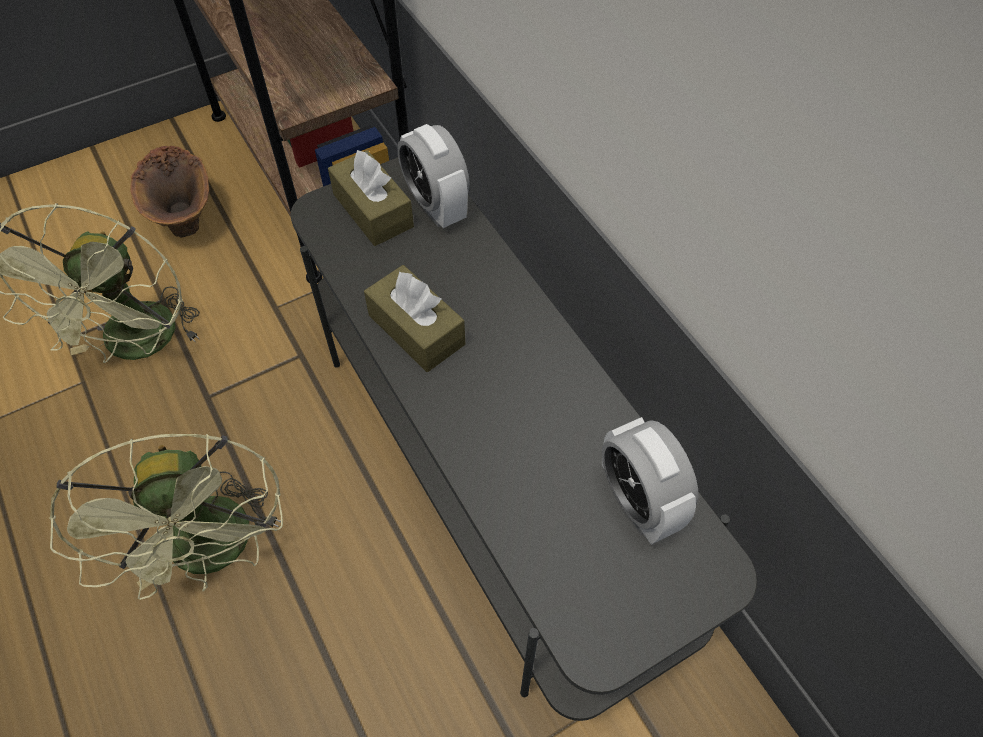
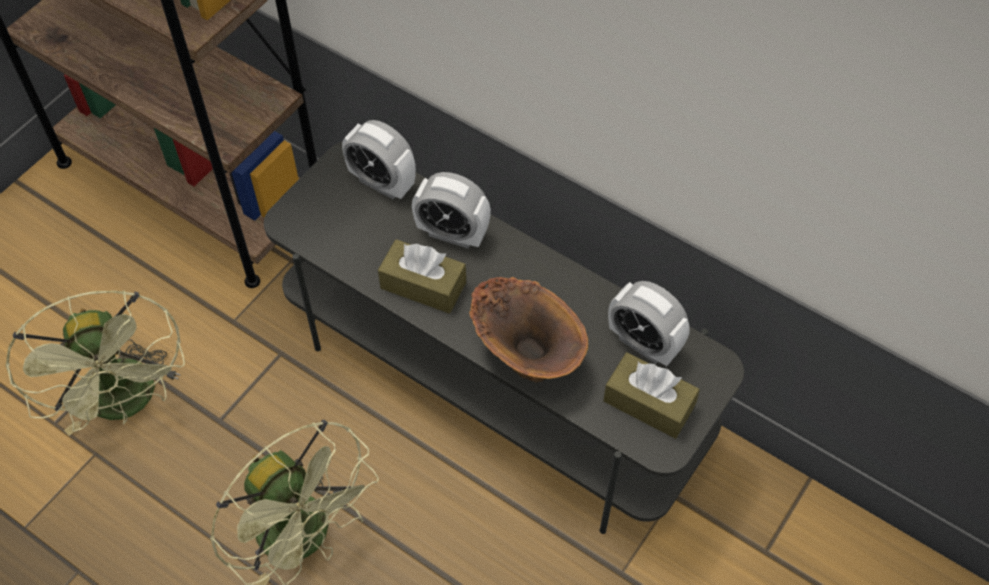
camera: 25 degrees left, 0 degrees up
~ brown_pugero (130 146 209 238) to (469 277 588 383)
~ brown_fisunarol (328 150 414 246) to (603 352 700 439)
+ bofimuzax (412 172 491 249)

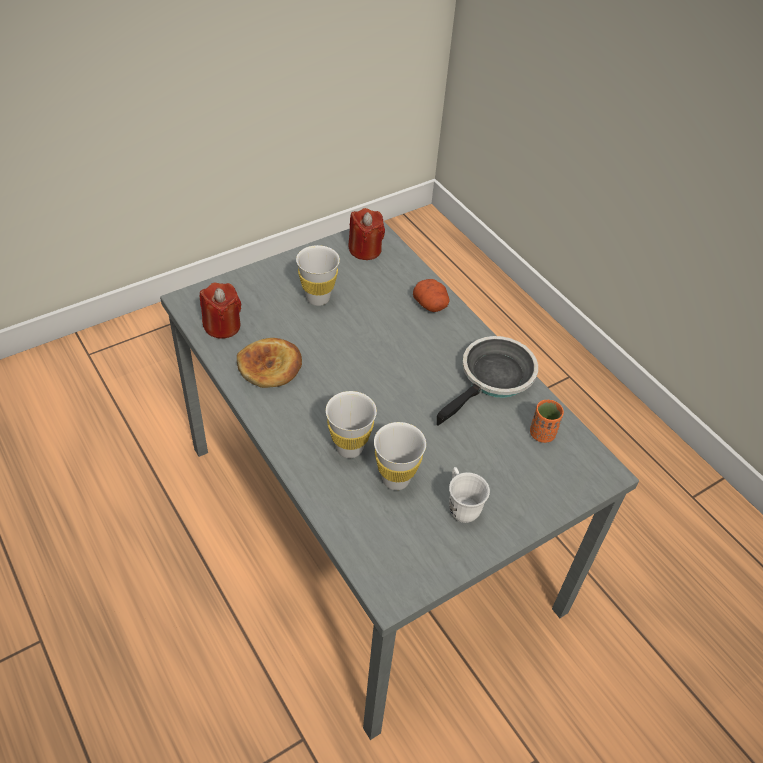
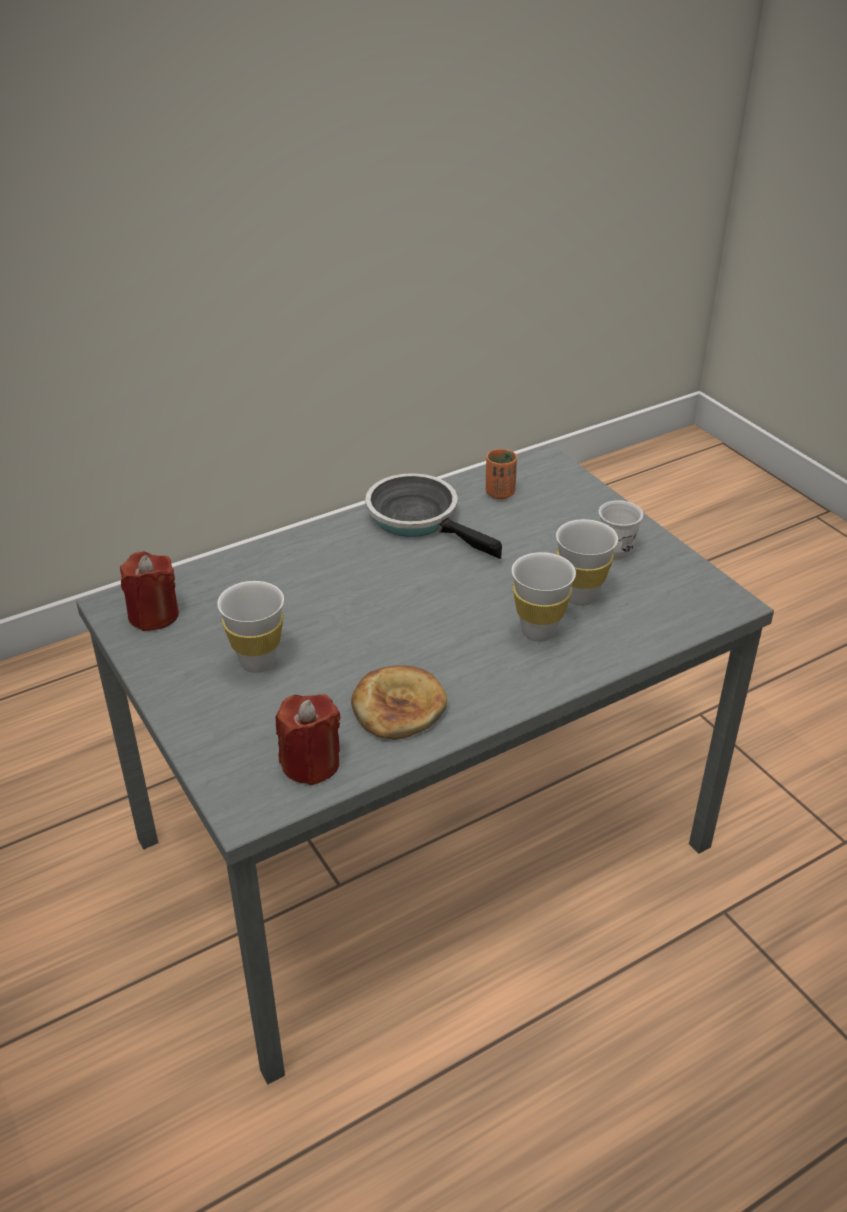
camera: 85 degrees left, 10 degrees down
- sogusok (413 279 450 312)

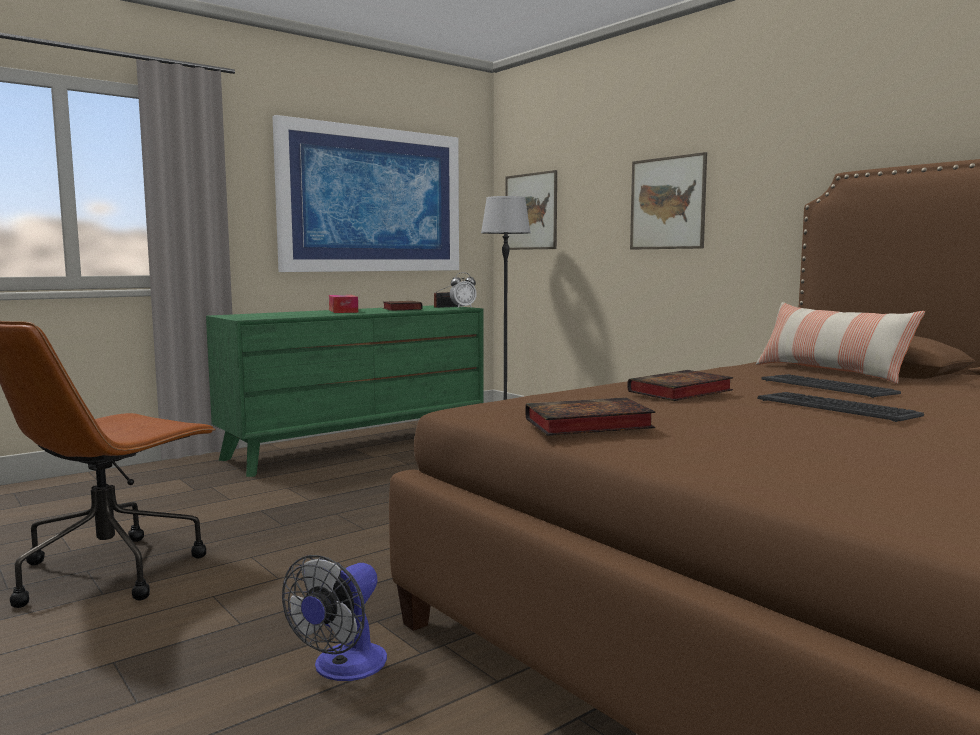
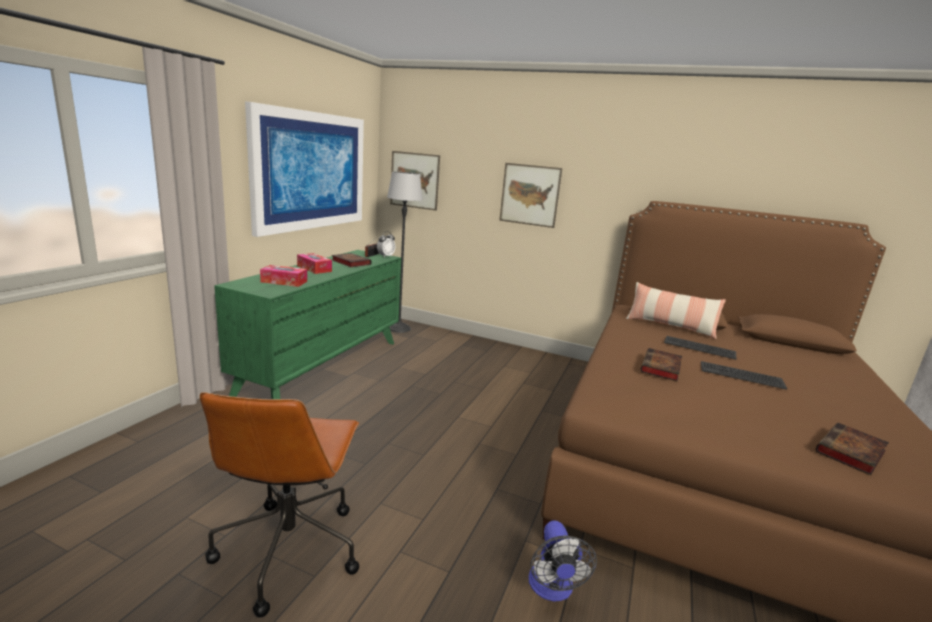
camera: 30 degrees left, 10 degrees up
~ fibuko (525 397 655 436) to (816 422 889 476)
+ fisunarol (260 265 307 287)

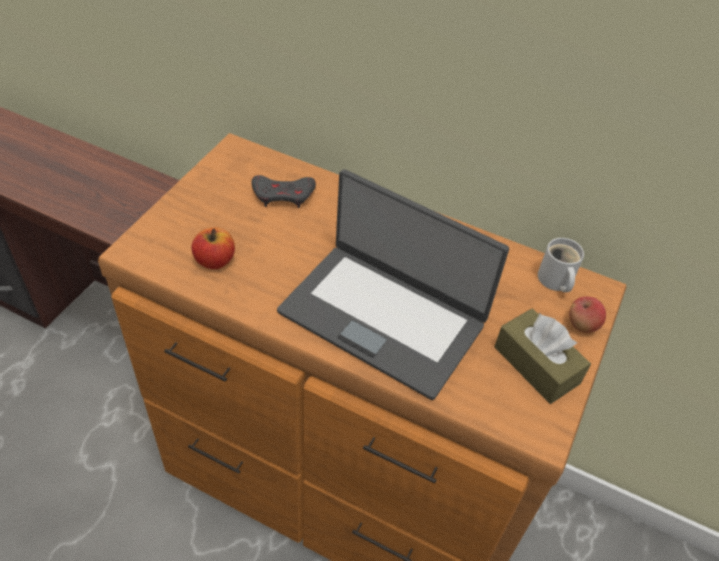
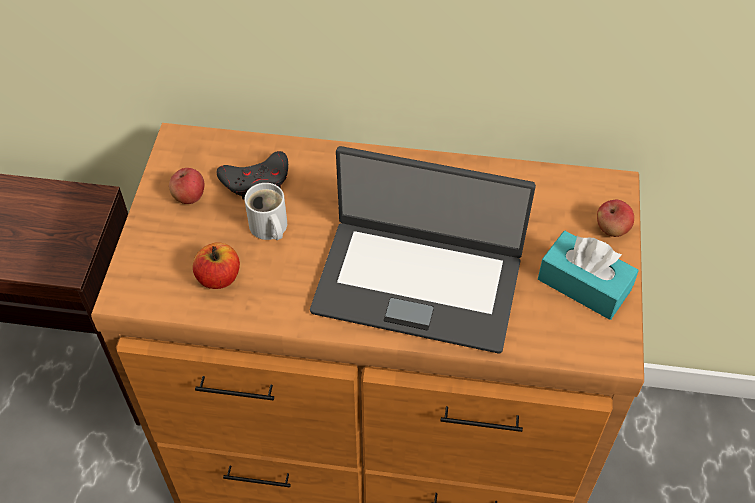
camera: 15 degrees left, 5 degrees up
~ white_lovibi (538 238 584 292) to (245 183 287 240)
~ brown_fisunarol (495 308 591 404) to turquoise_fisunarol (538 231 639 320)
+ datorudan (169 168 204 204)

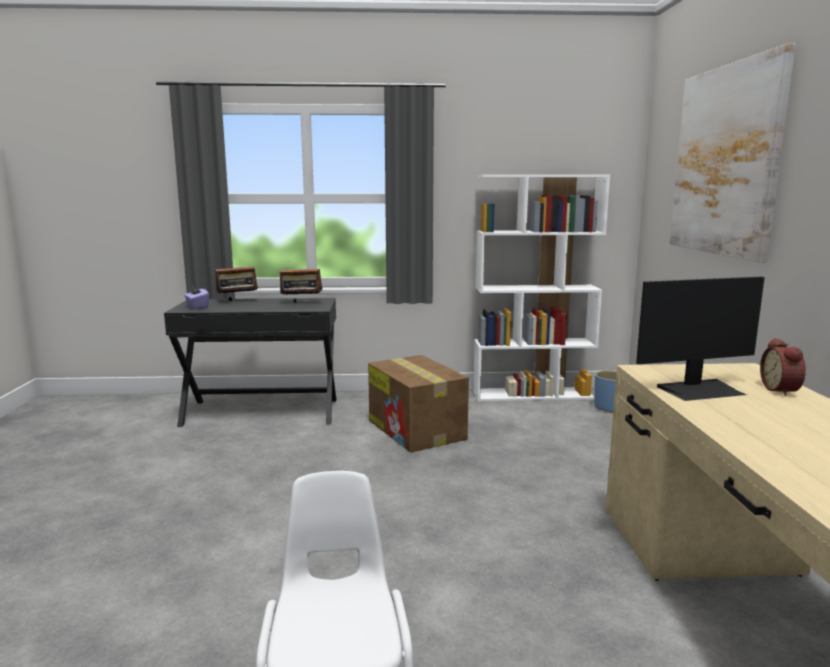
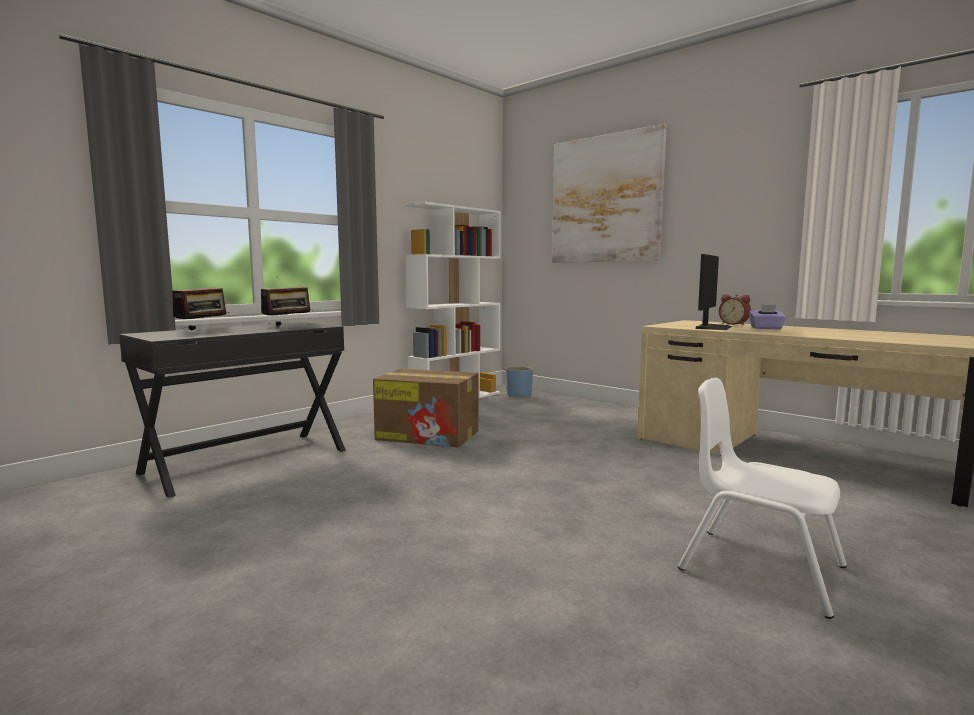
camera: 45 degrees left, 5 degrees down
~ purple_fisunarol (184 285 209 309) to (749 304 787 329)

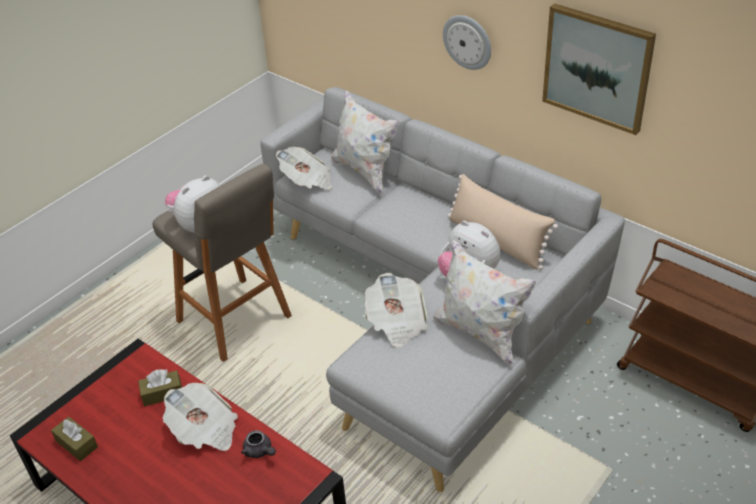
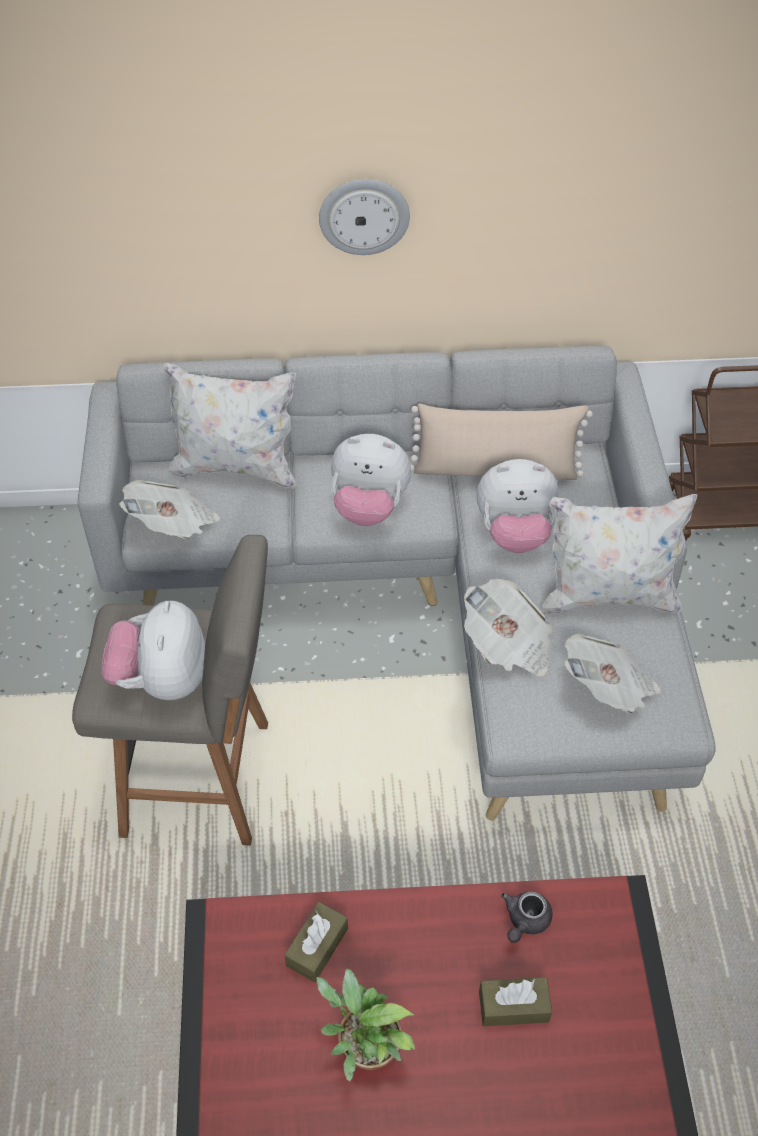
camera: 45 degrees left, 10 degrees up
- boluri (542 3 656 135)
~ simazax (163 383 238 451) to (564 634 661 713)
~ brown_fisunarol (51 417 98 461) to (479 977 552 1026)
~ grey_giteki (241 430 276 458) = (501 892 552 943) 120 degrees clockwise
+ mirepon (331 434 411 526)
+ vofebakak (317 969 415 1081)

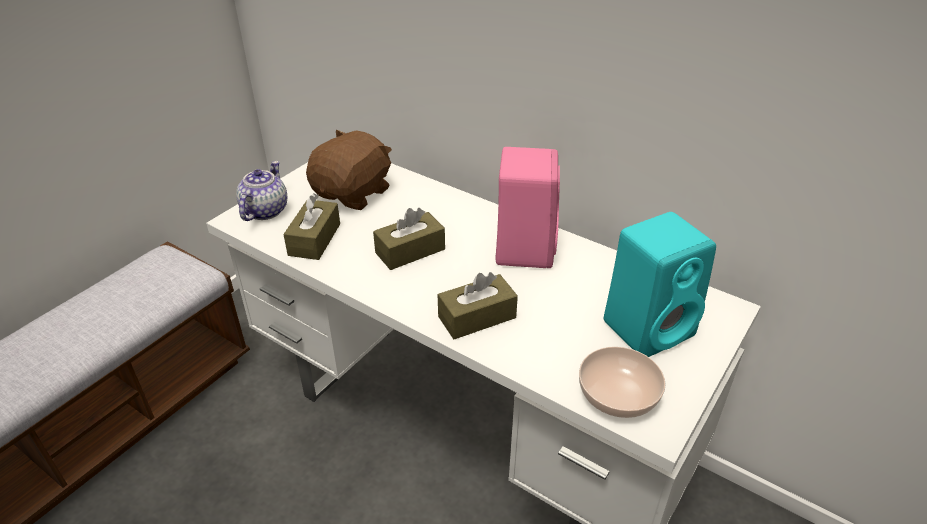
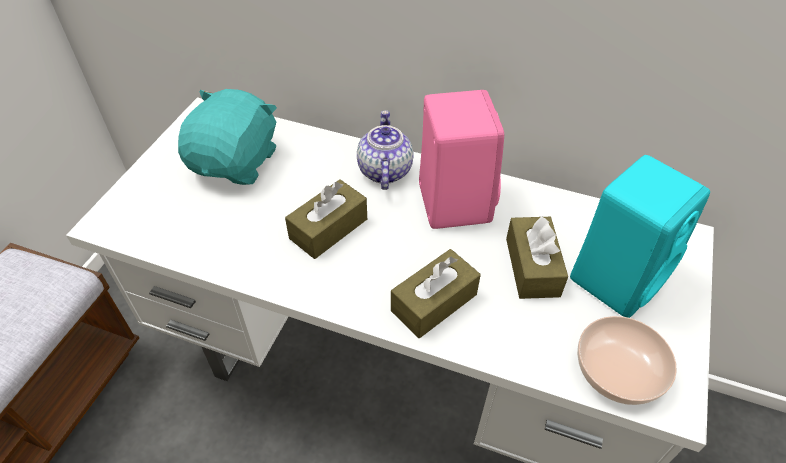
camera: 15 degrees left, 10 degrees up
~ brown_mirepon (306 129 392 210) to turquoise_mirepon (178 89 277 185)
~ giteki (236 161 287 221) to (357 110 414 190)
~ brown_fisunarol (283 193 340 260) to (506 216 568 299)

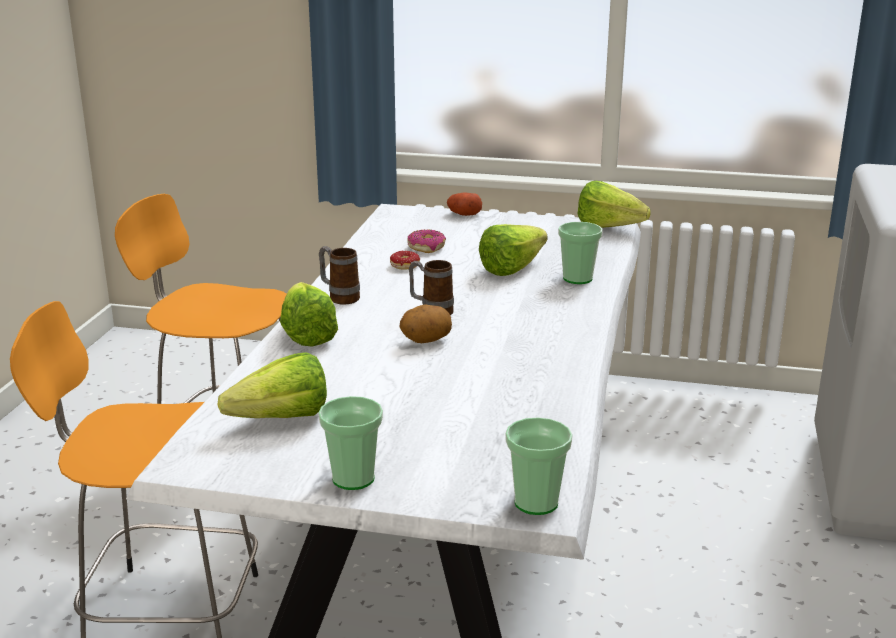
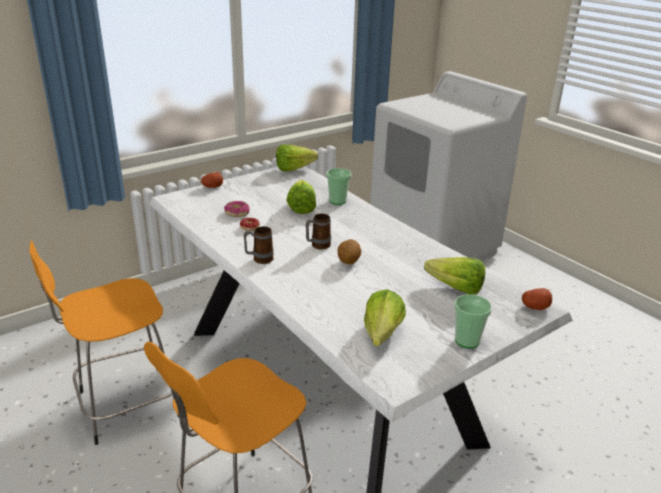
camera: 50 degrees left, 5 degrees up
~ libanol (280 282 338 347) to (424 257 485 295)
~ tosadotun (505 417 573 515) to sogusok (522 288 552 310)

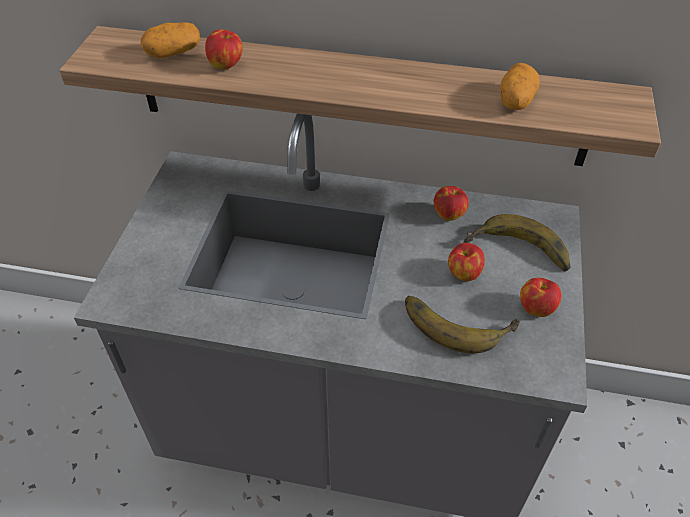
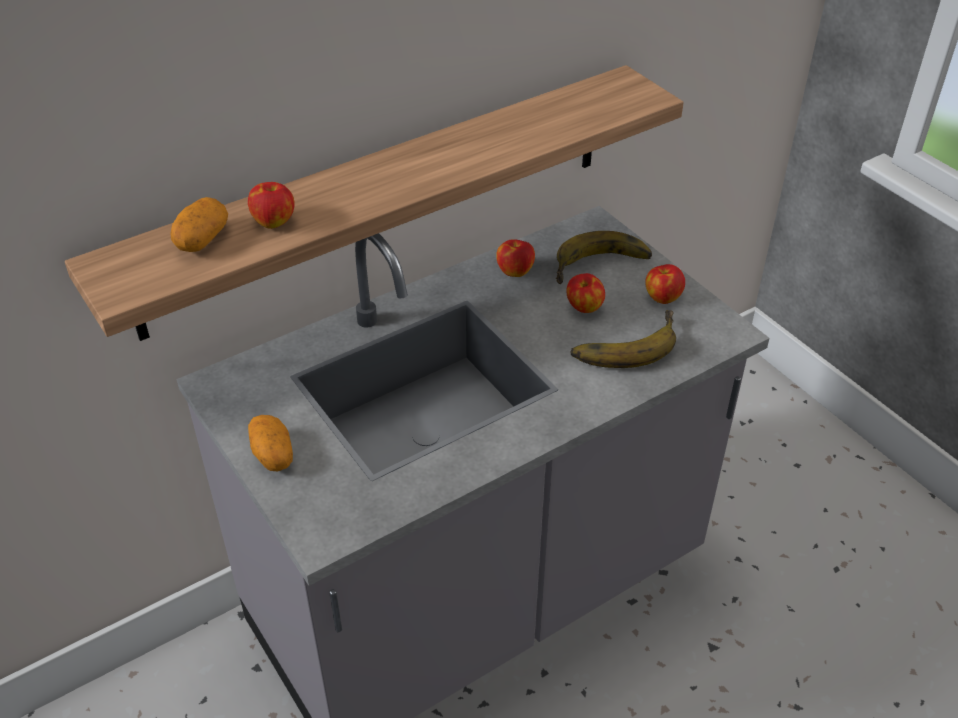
camera: 45 degrees left, 5 degrees down
~ sogusok (500 63 540 110) to (248 415 293 471)

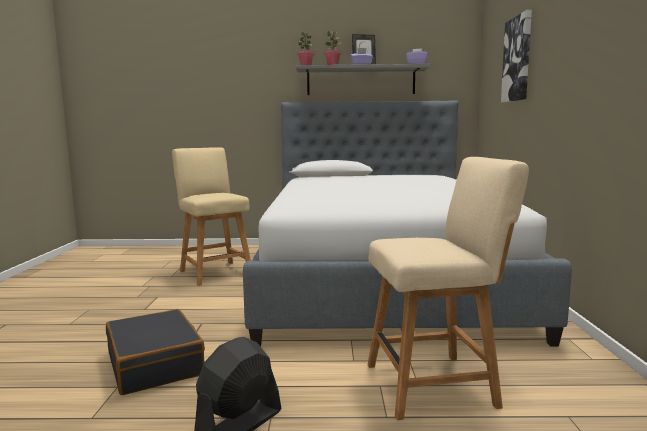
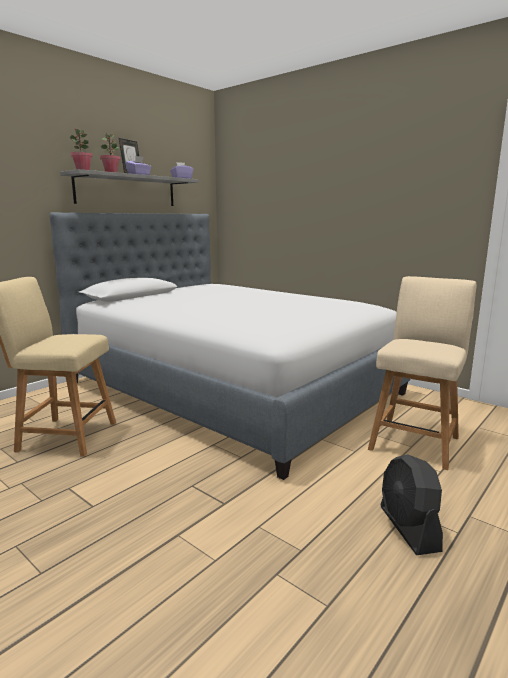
camera: 50 degrees left, 5 degrees up
- boluri (501 10 532 103)
- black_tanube (106 309 205 395)

